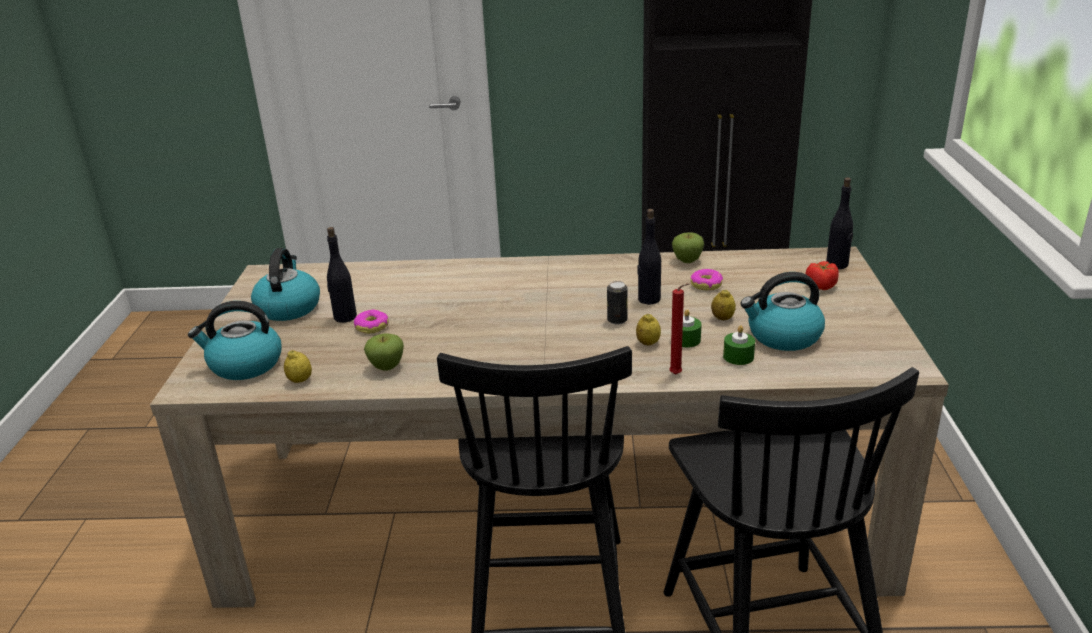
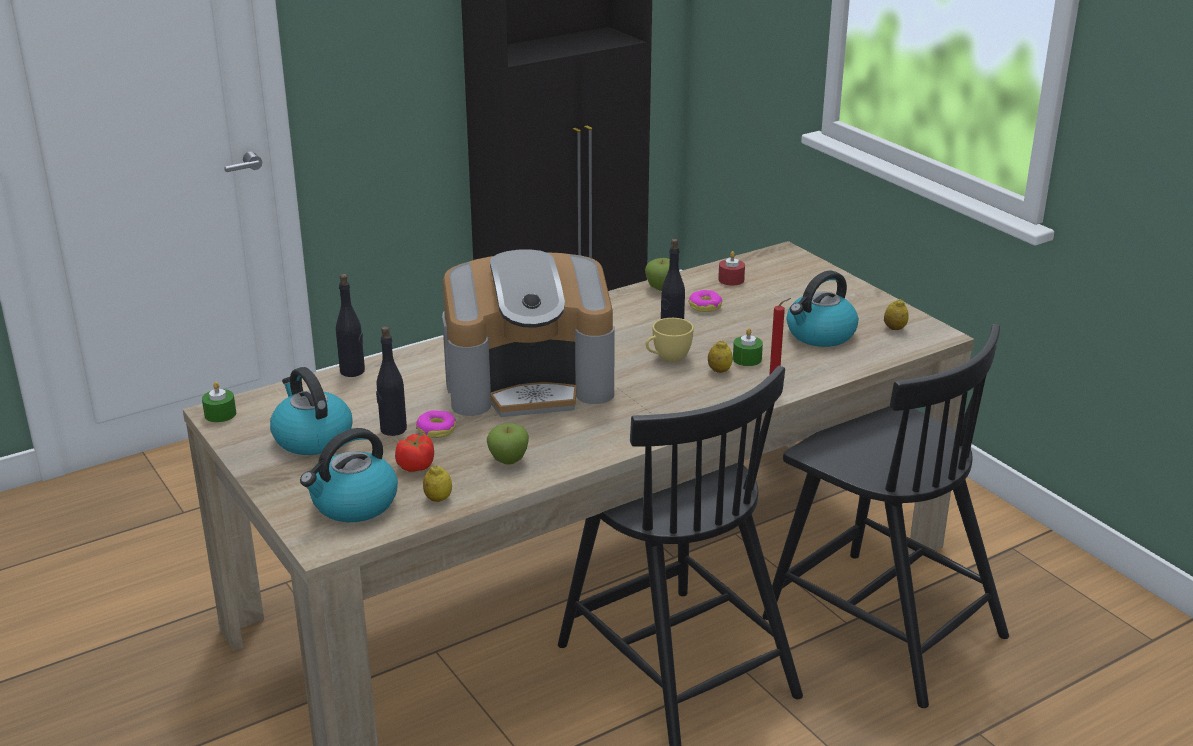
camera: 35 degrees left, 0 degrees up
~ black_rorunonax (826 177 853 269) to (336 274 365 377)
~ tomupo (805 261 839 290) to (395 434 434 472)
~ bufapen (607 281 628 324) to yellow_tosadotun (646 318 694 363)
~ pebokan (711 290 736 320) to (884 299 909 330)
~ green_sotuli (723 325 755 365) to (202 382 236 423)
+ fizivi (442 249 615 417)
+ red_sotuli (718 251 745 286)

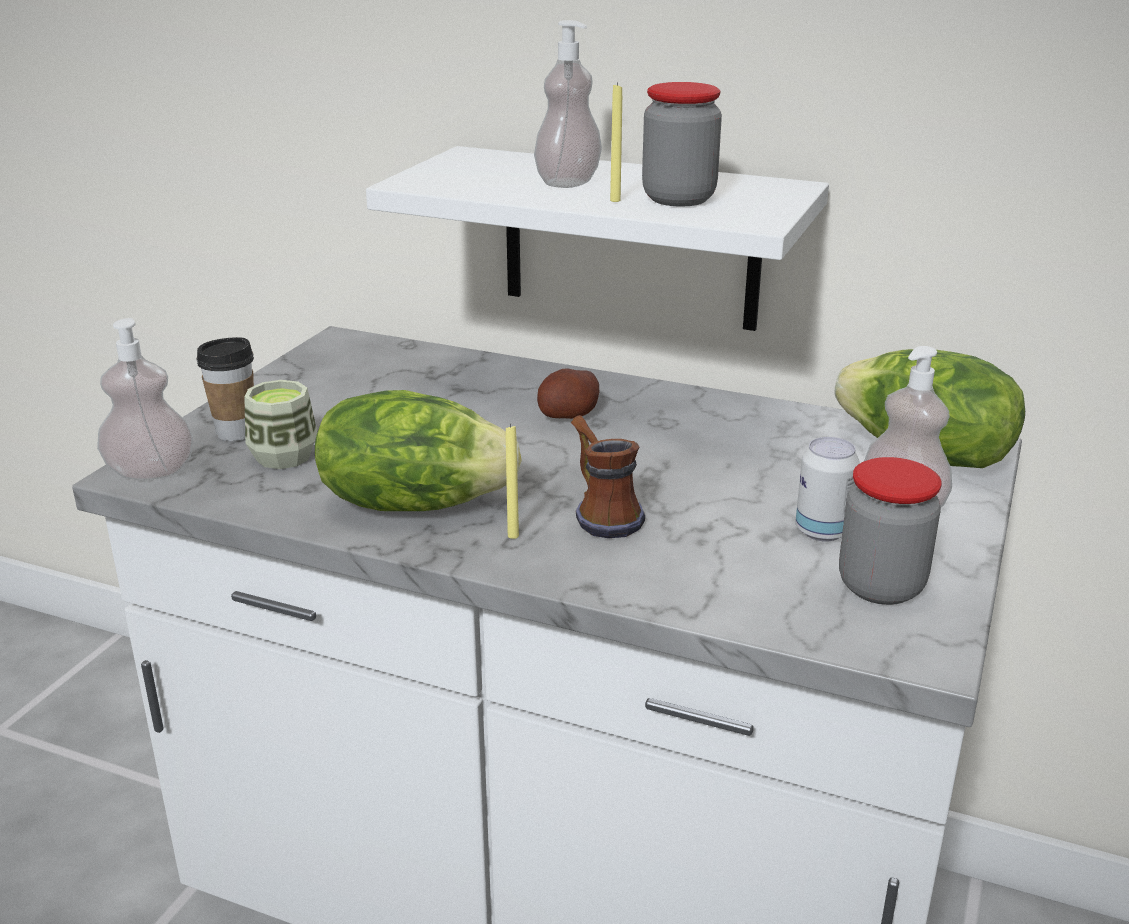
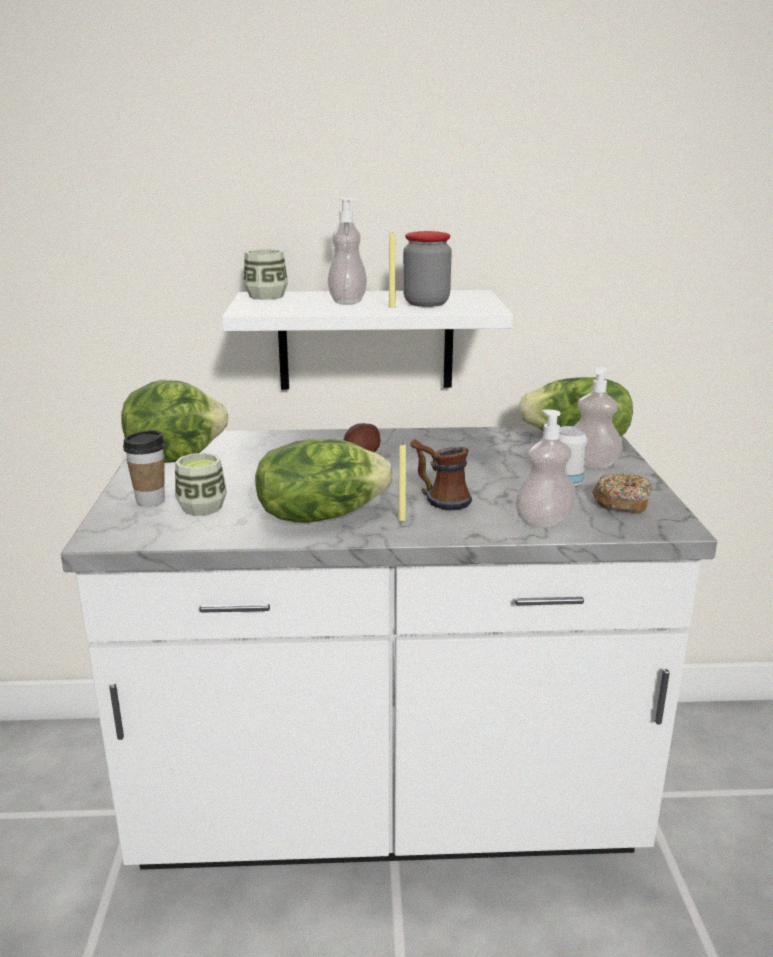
camera: 25 degrees left, 5 degrees down
~ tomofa (97 318 193 480) to (515 409 576 528)
~ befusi (839 457 942 605) to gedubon (592 473 653 514)
+ tosadotun (244 249 288 300)
+ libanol (121 380 228 463)

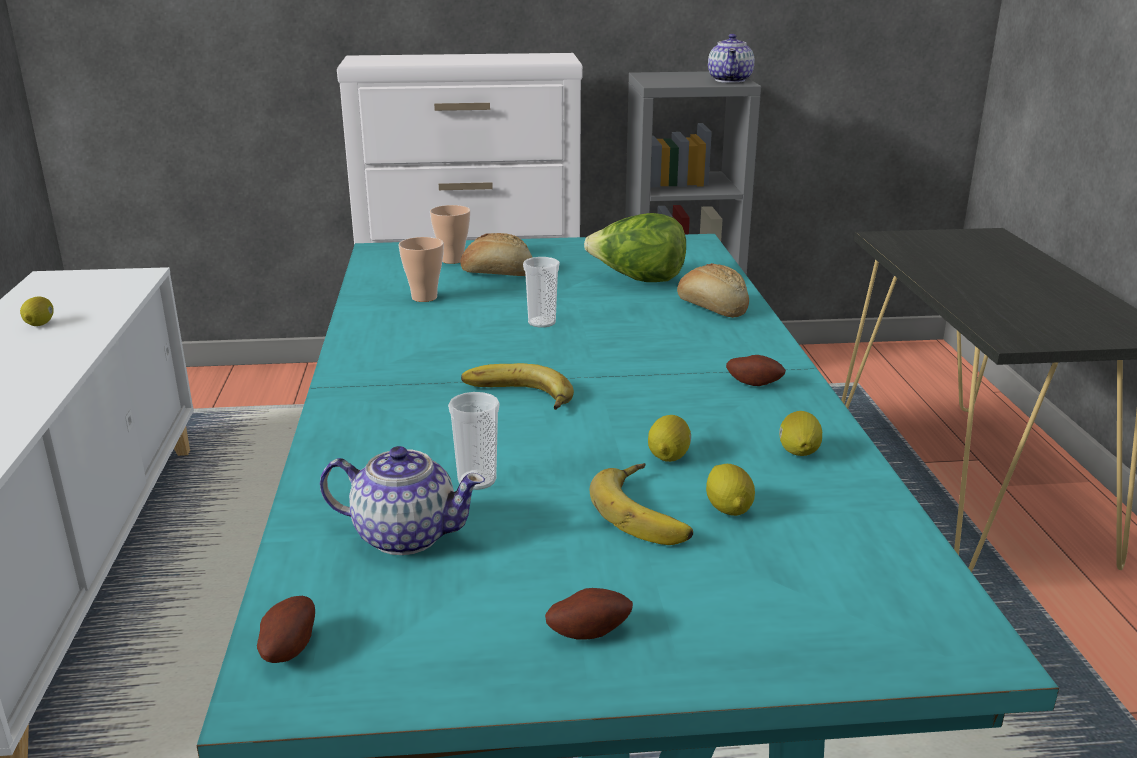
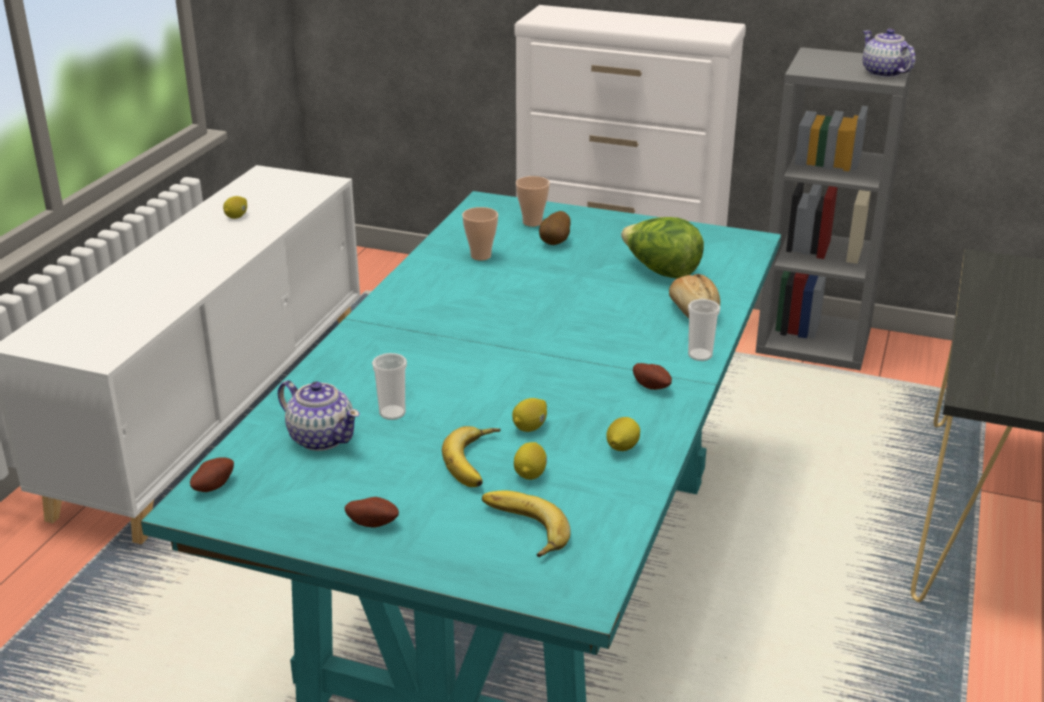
camera: 25 degrees right, 5 degrees up
~ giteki (708 34 754 83) = (863 29 916 78) 120 degrees clockwise
~ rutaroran (460 233 532 276) to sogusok (539 211 571 245)
~ tosadotun (523 257 560 328) to (688 299 720 361)
~ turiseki (461 363 574 410) to (482 491 570 557)

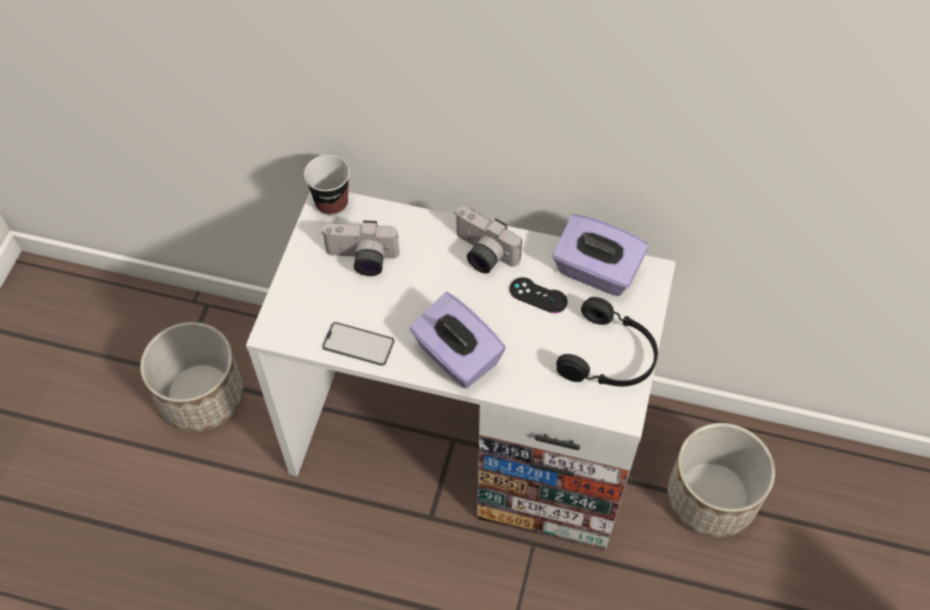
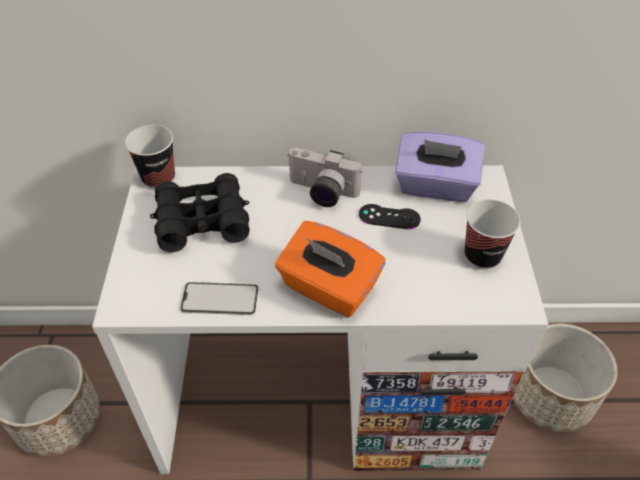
camera: 15 degrees left, 10 degrees down
~ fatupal (321 220 399 276) to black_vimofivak (150 173 250 252)
~ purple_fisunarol (409 292 506 389) to orange_fisunarol (275 221 386 317)
~ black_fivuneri (556 297 658 387) to tosadotun (465 199 521 269)

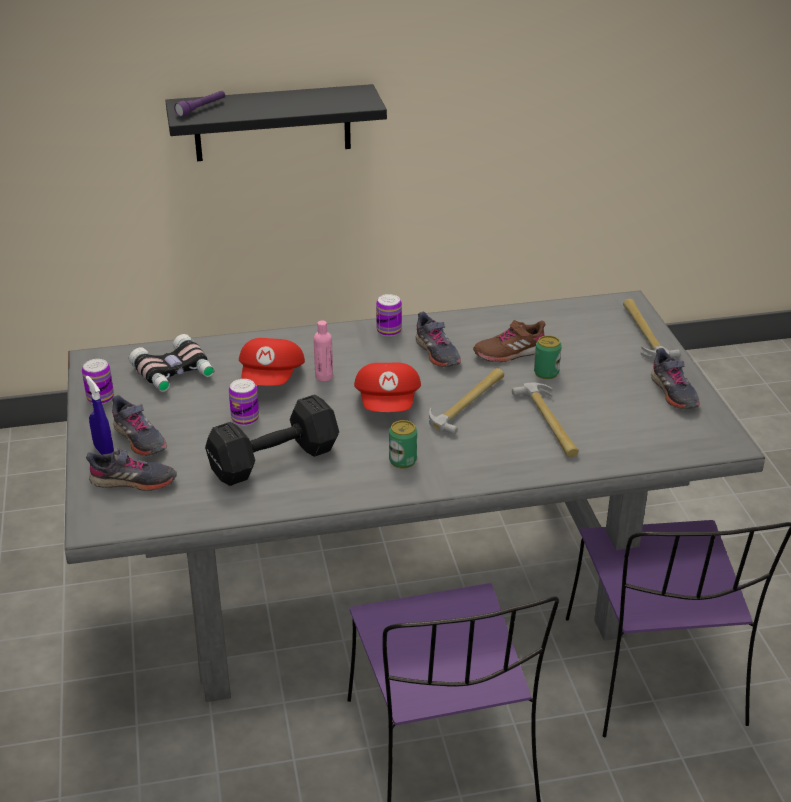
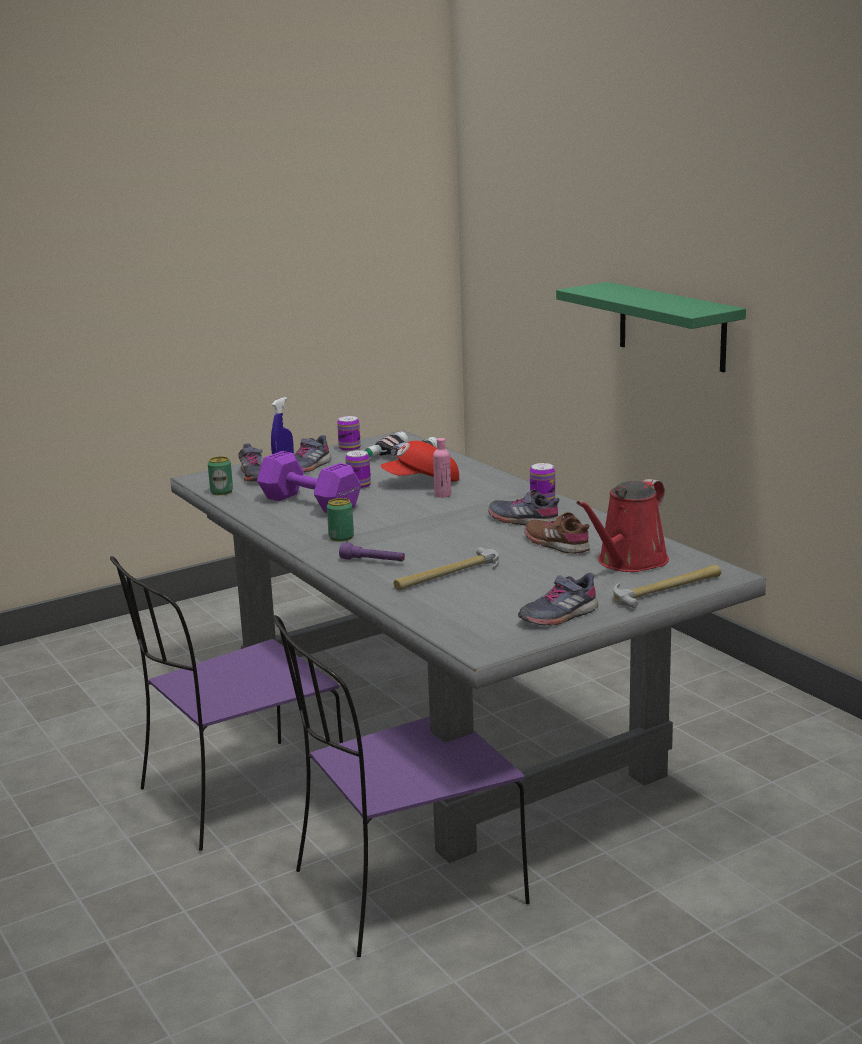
camera: 70 degrees right, 15 degrees down
~ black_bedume (165 84 387 161) to green_bedume (556 282 746 372)
~ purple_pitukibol (174 91 225 117) to (339 543 405 561)
~ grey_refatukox (415 312 461 367) = (488 489 560 525) 75 degrees clockwise
~ bufapen (534 335 562 379) to (208 456 233 495)
- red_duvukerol (354 363 421 412)
- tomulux (429 368 504 434)
~ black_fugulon (205 394 339 486) to purple_fugulon (257 451 361 513)
+ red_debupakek (577 479 669 572)

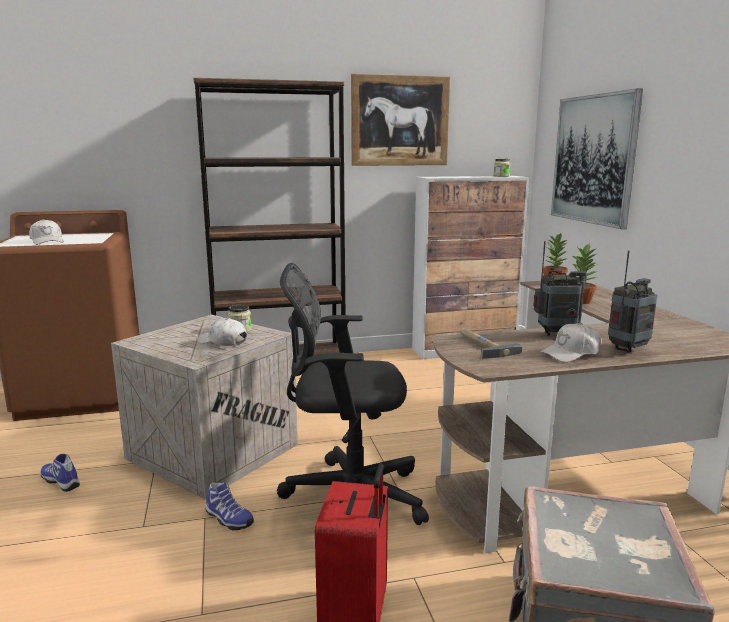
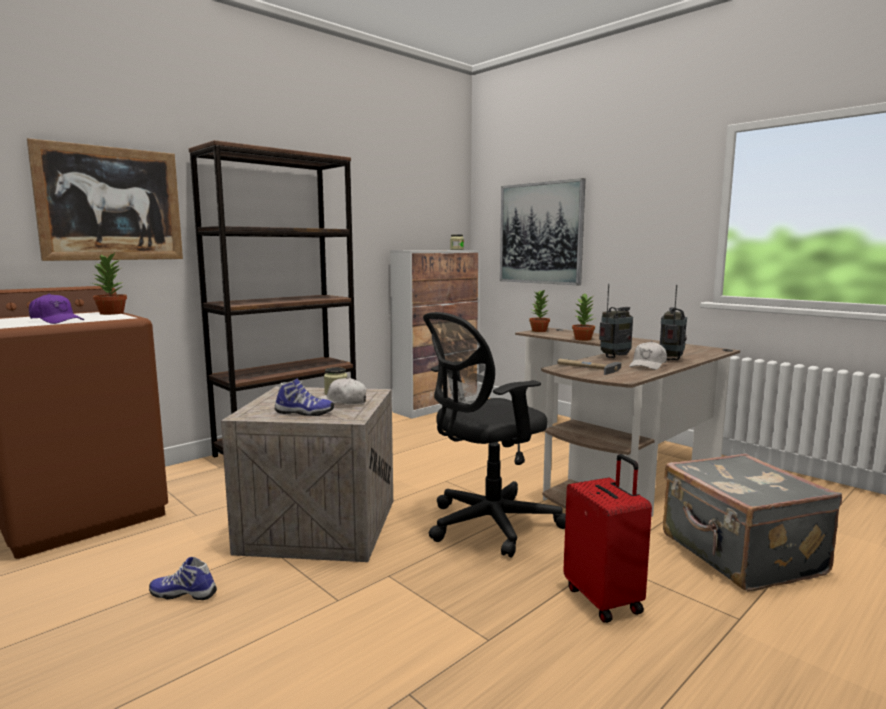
camera: 30 degrees left, 5 degrees down
~ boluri (351 74 450 166) to (27 138 183 261)
~ white_duvukerol (29 219 64 245) to purple_duvukerol (29 294 84 324)
~ refatukox (205 483 254 530) to (275 378 334 416)
+ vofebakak (91 253 127 315)

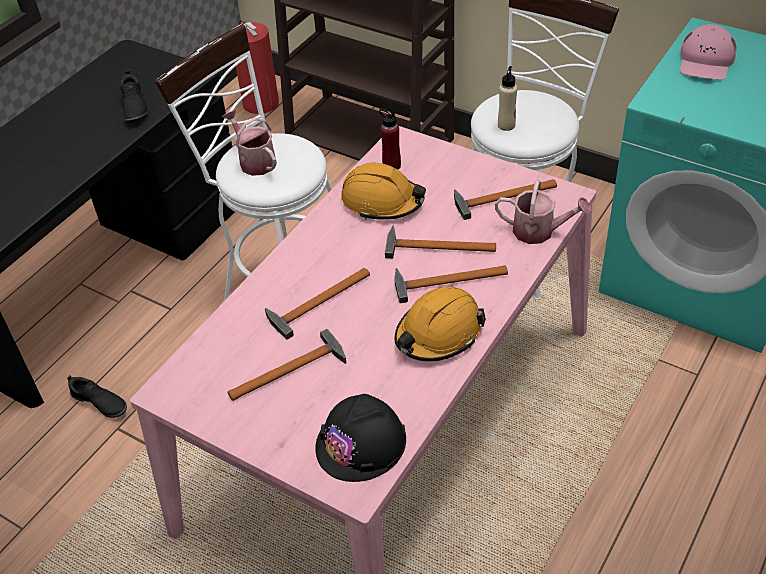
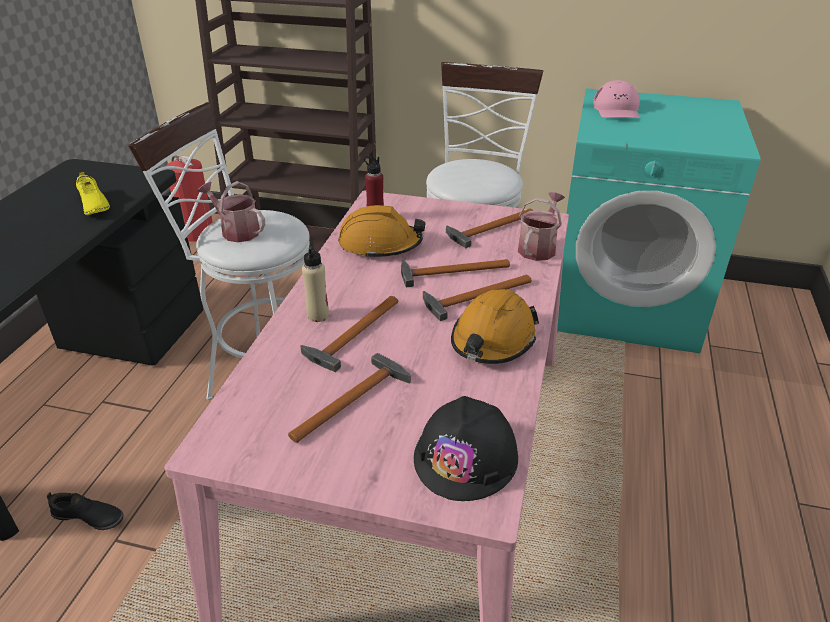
camera: 20 degrees left, 10 degrees down
~ beige_rorunonax (498 66 517 131) to (302 241 329 322)
~ black_refatukox (120 70 148 122) to yellow_refatukox (76 171 110 215)
~ debupakek (495 181 591 244) = (518 192 565 261) 60 degrees counterclockwise

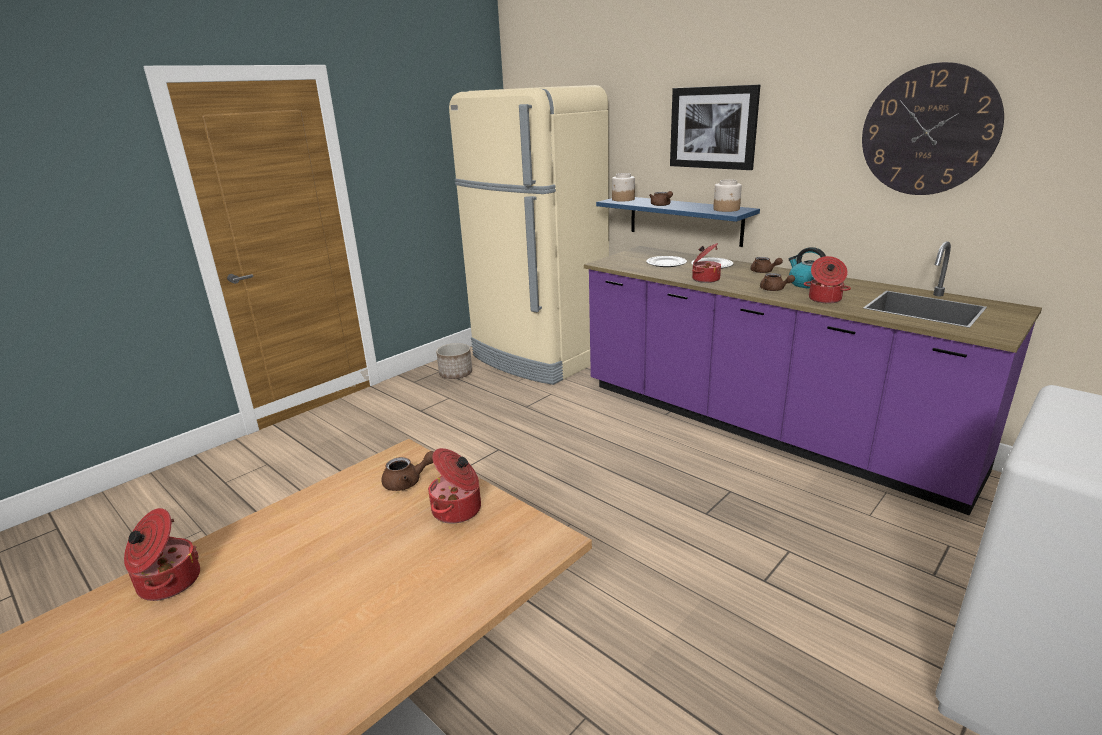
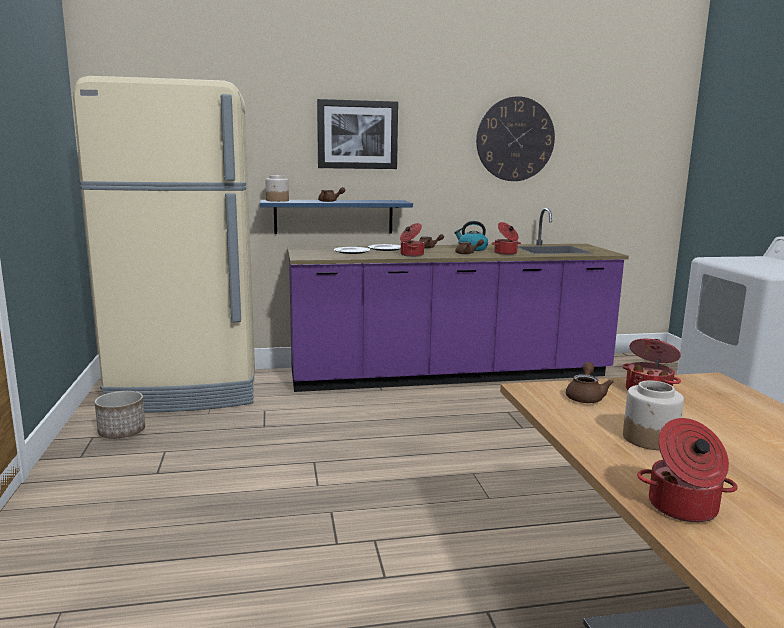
camera: 55 degrees left, 10 degrees down
~ befusi (713 179 742 212) to (623 381 684 450)

